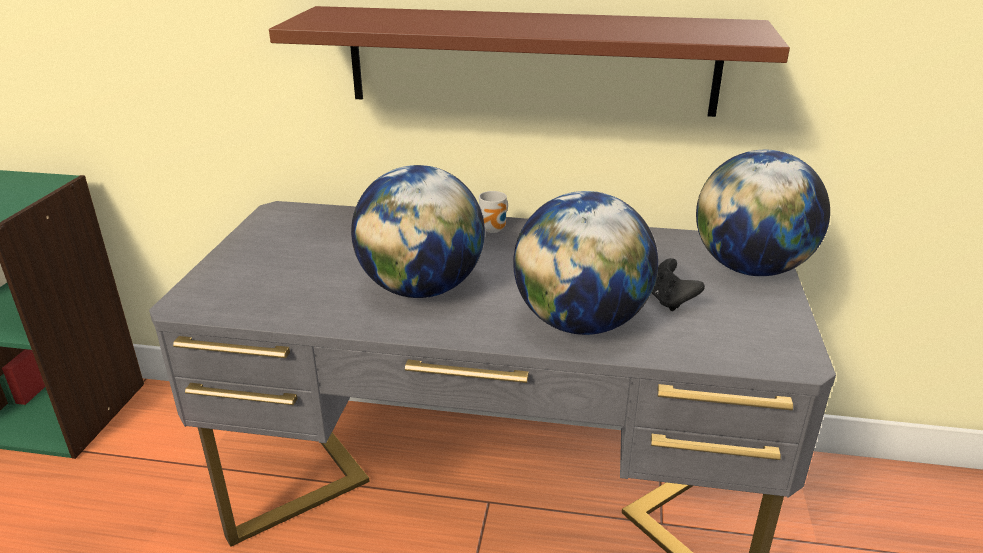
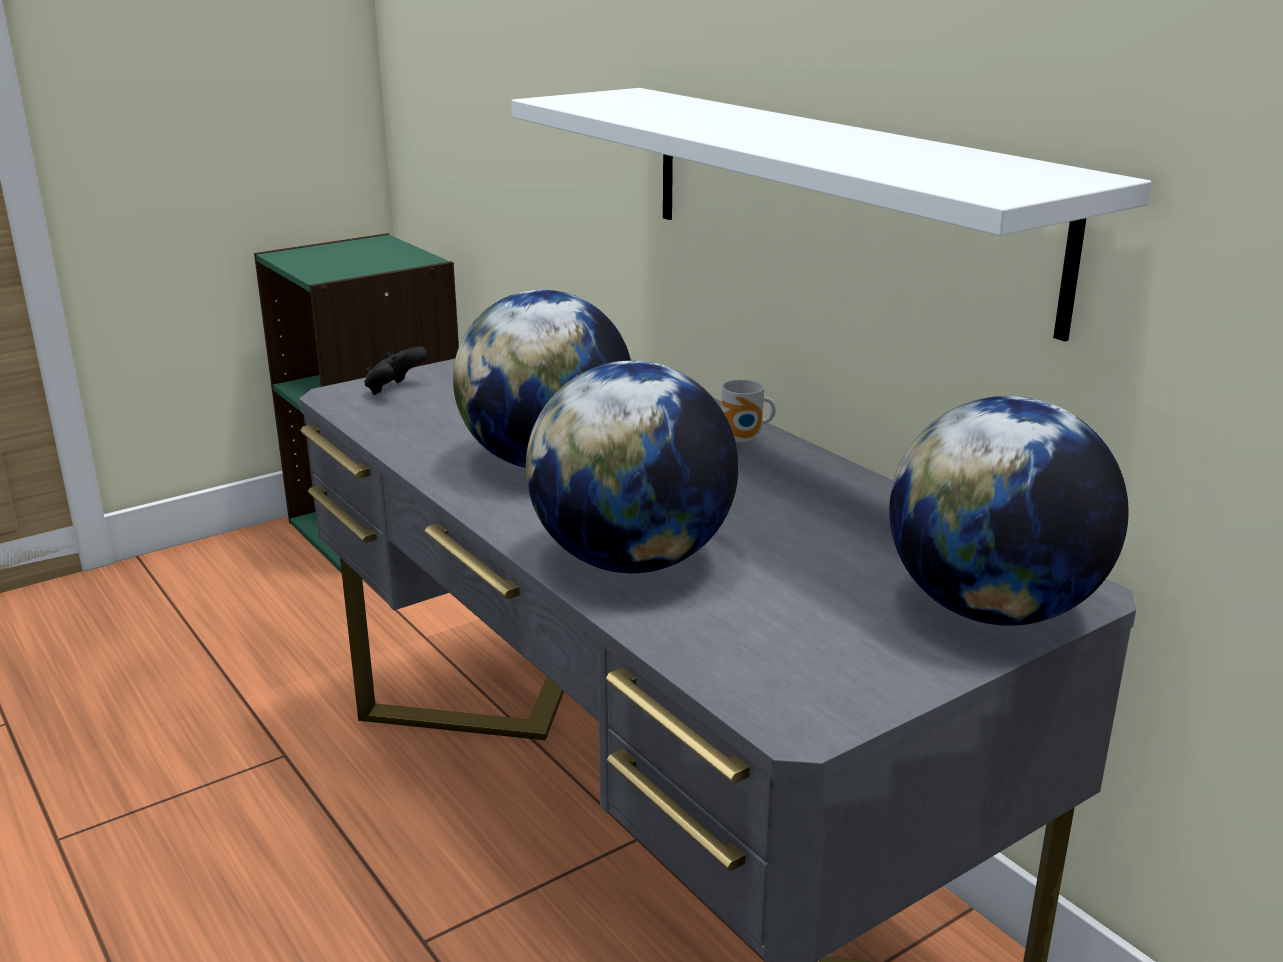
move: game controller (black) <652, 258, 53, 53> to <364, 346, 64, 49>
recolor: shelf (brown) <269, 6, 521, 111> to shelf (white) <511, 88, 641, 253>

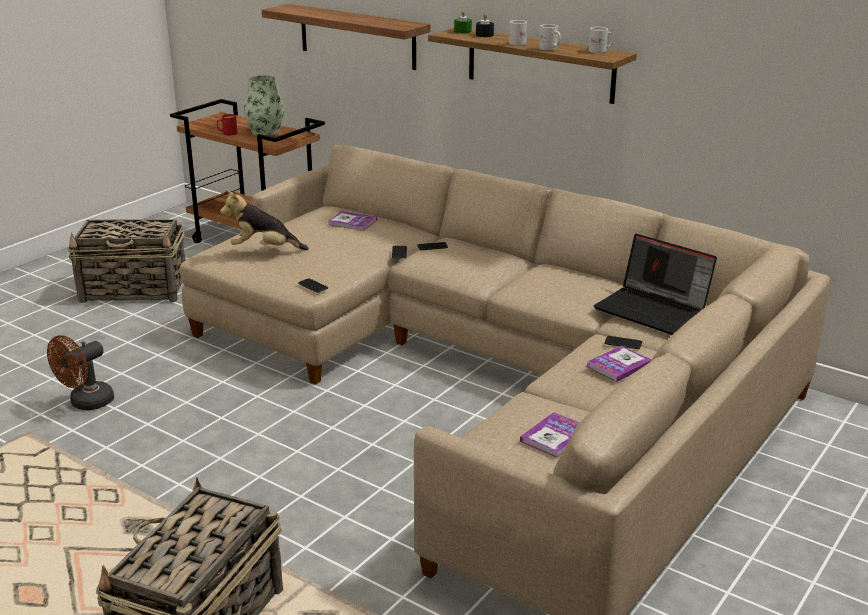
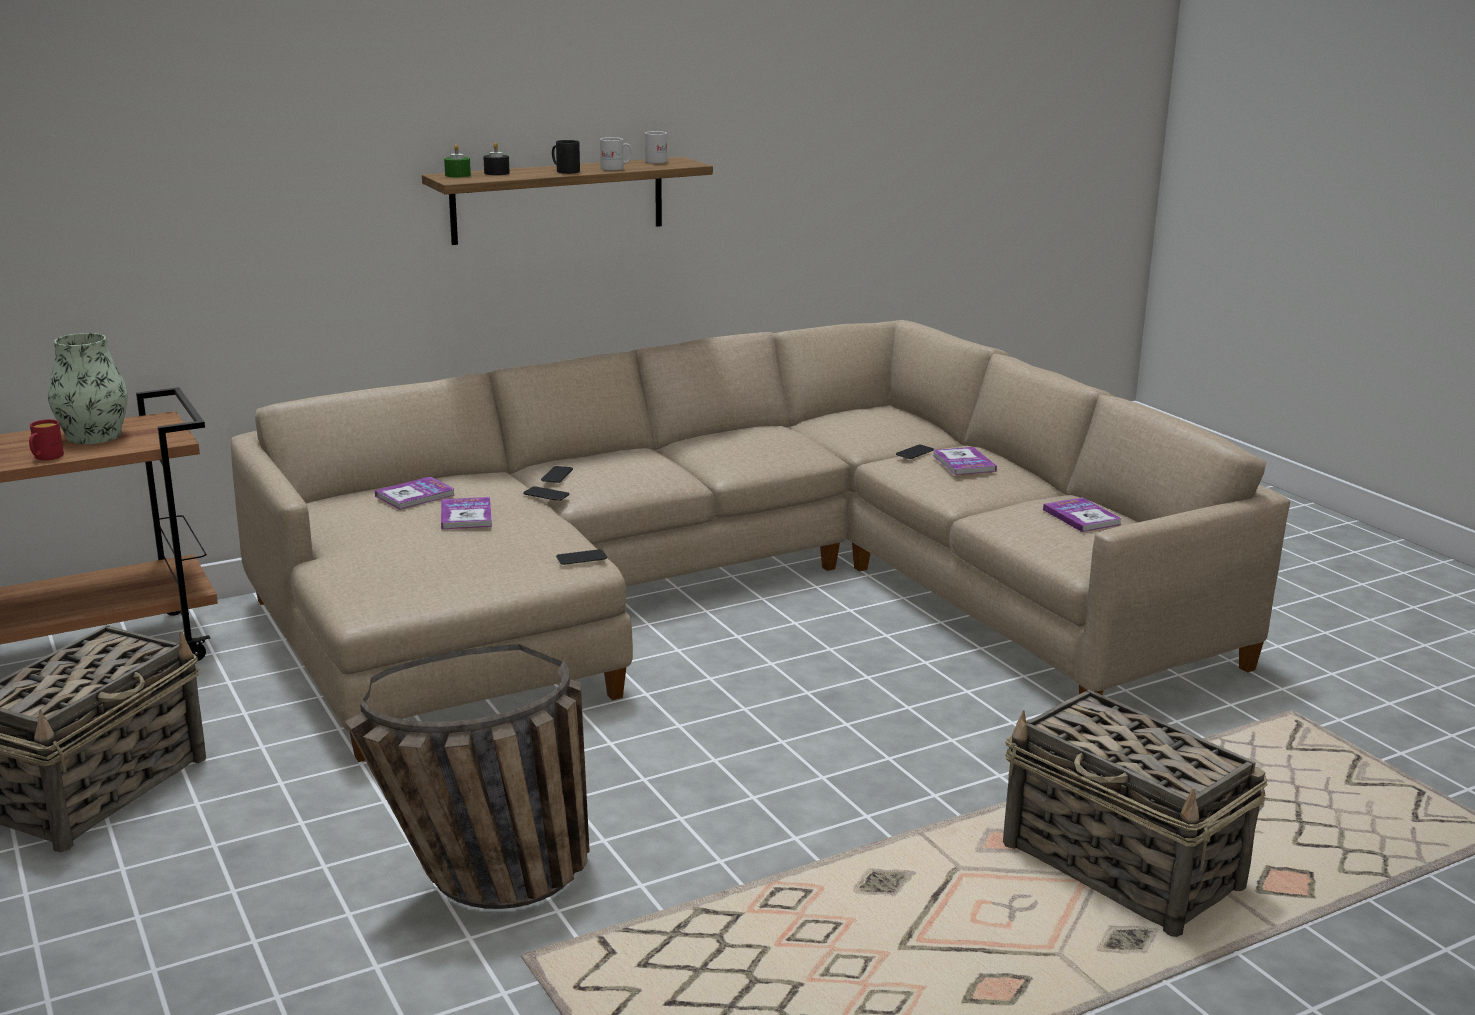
delete: plush toy <220, 190, 89, 60>; shelf <262, 4, 168, 66>; laptop <594, 234, 123, 101>
insert: book <441, 497, 51, 33>
replace: fan (brown) <47, 335, 67, 75> to basket <345, 644, 245, 265>
recolor: mug (white) <509, 20, 18, 26> to mug (black) <552, 140, 28, 34>

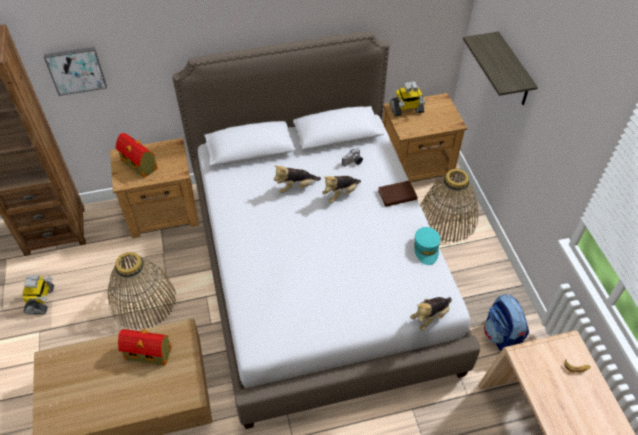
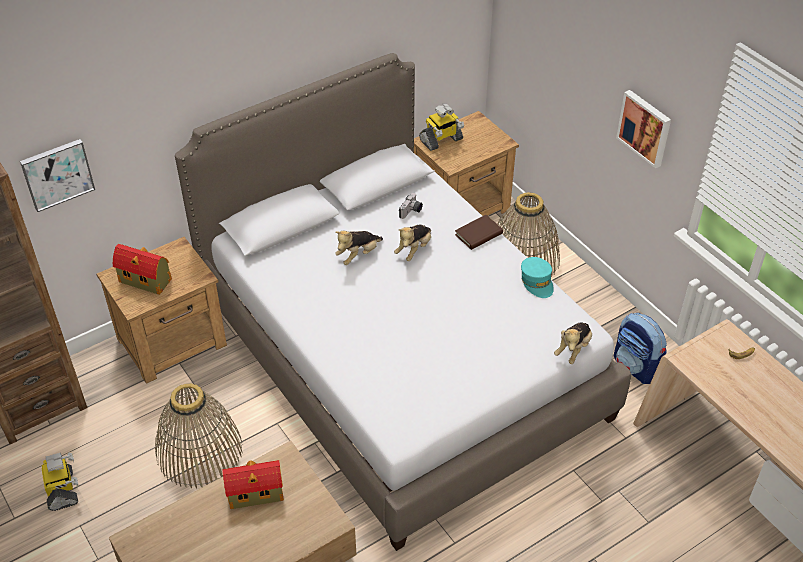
delete: shelf <463, 31, 75, 74>
insert: picture <616, 90, 55, 79>

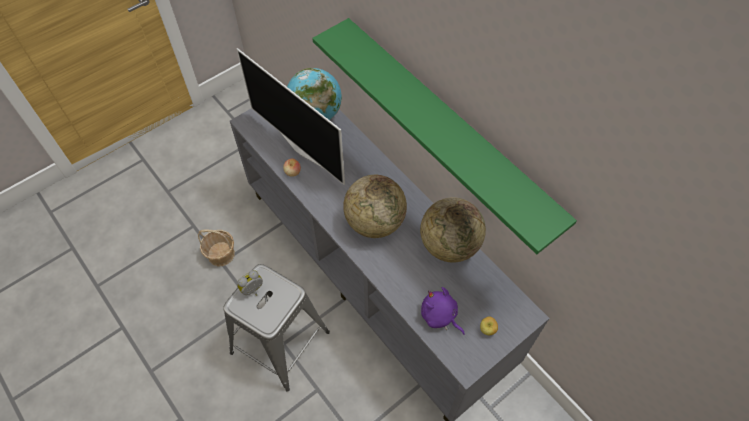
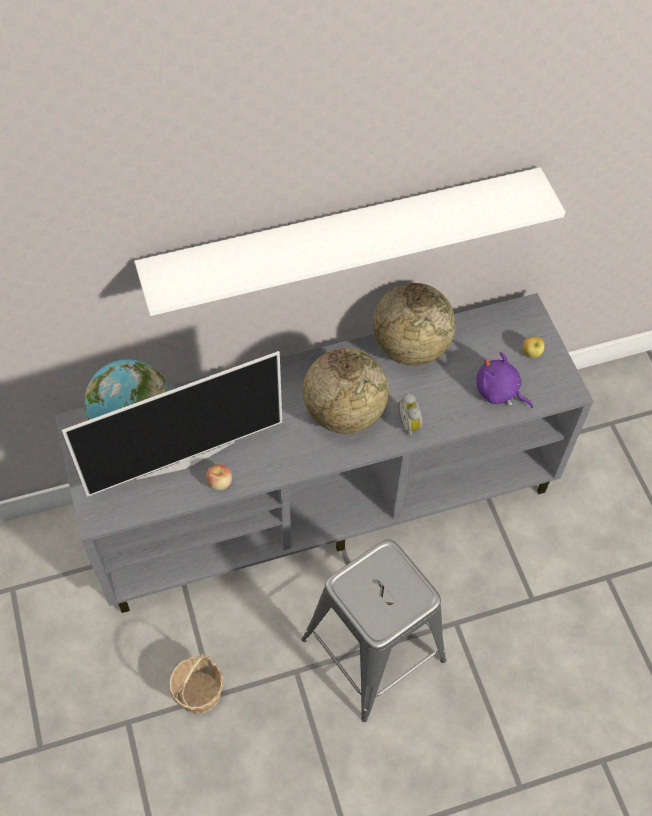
move: alarm clock <237, 270, 26, 26> to <398, 393, 24, 44>
recolor: shelf (green) <312, 18, 265, 236> to shelf (white) <135, 167, 430, 149>
rotate: plush toy (purple) <421, 287, 44, 48> = <476, 352, 57, 56> 60 degrees clockwise

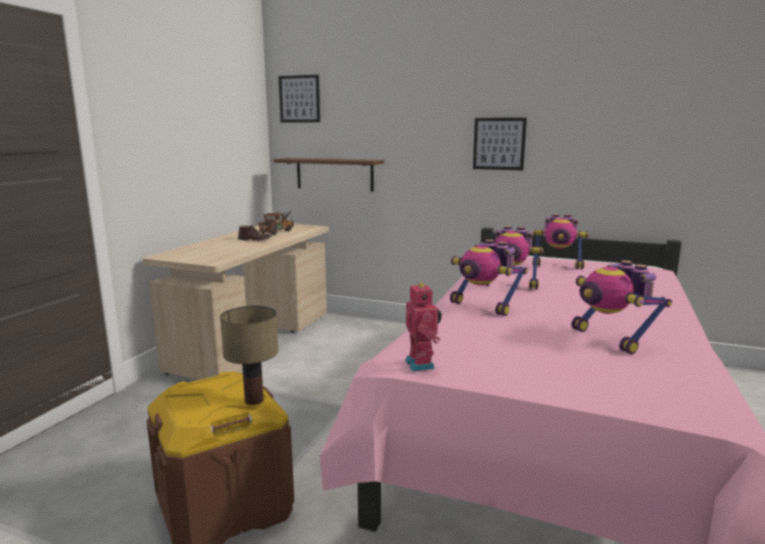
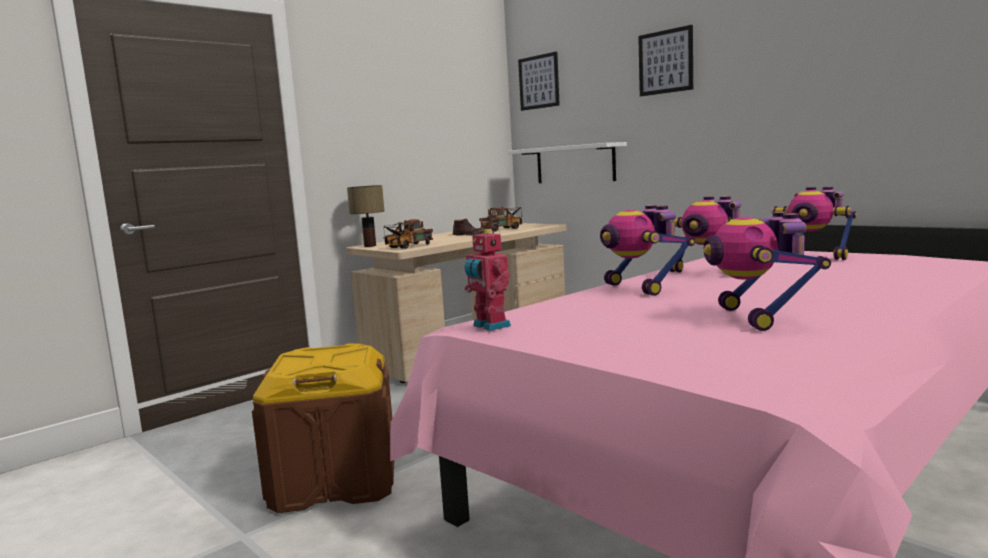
insert: toy truck <383, 219, 50, 30>
move: table lamp <220, 306, 59, 99> to <347, 185, 37, 62>; picture <473, 118, 54, 52> to <638, 25, 55, 71>
recolor: shelf (brown) <274, 158, 110, 33> to shelf (white) <508, 142, 119, 41>
rotate: toy robot <405, 282, 37, 89> = <465, 229, 46, 102> 135 degrees clockwise

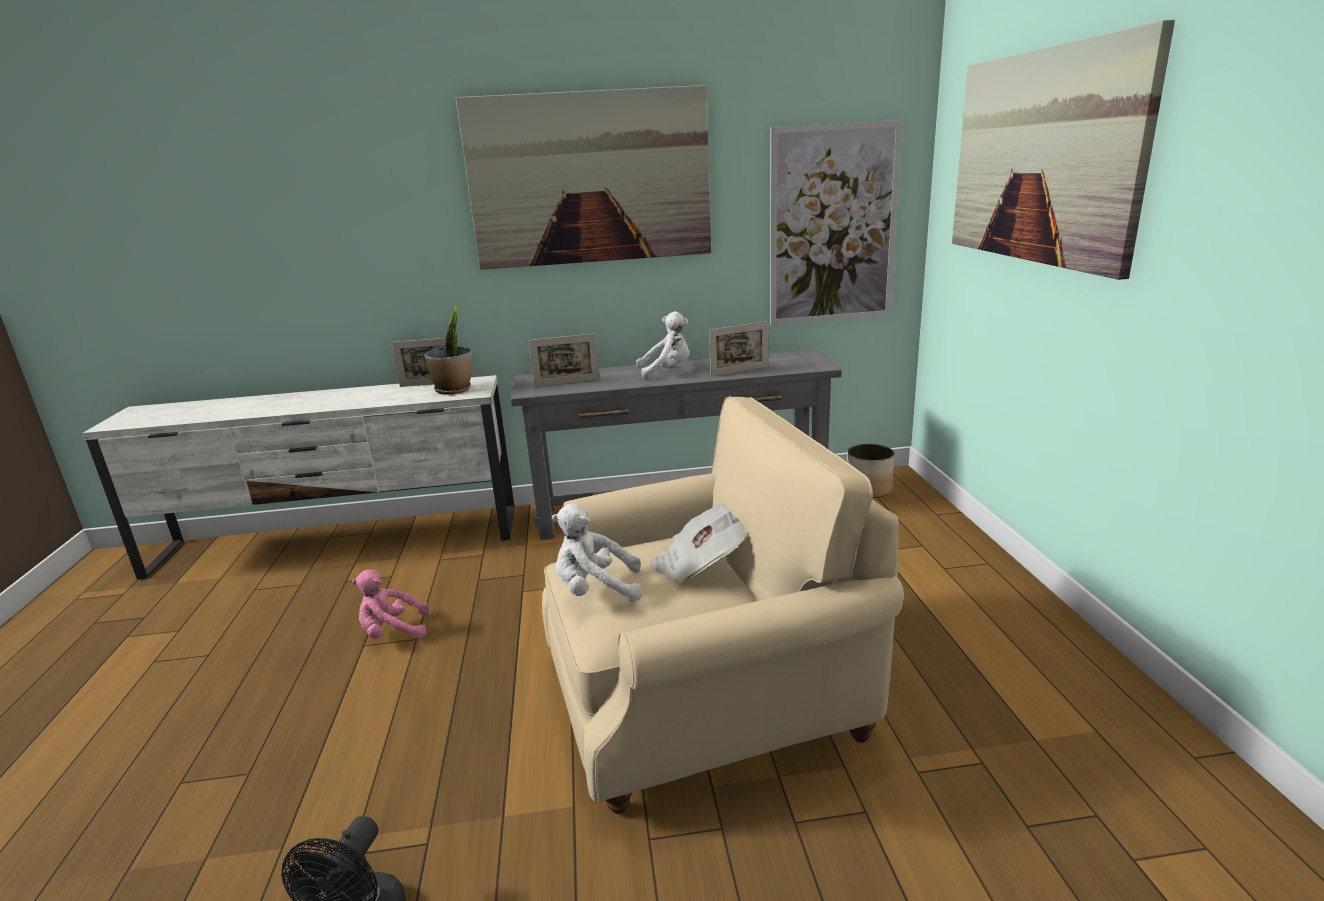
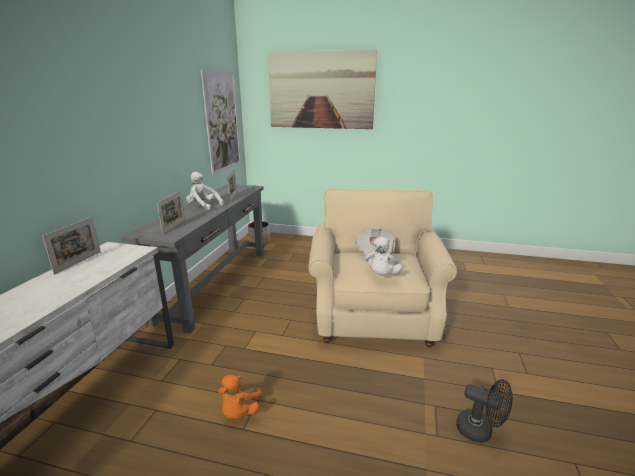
delete: potted plant <425, 305, 47, 90>; picture <456, 85, 255, 185>
recolor: plush toy (pink) <352, 570, 77, 69> to plush toy (orange) <219, 375, 44, 44>
rotate: plush toy (white) <636, 311, 54, 68> = <186, 172, 38, 39> 75 degrees counterclockwise

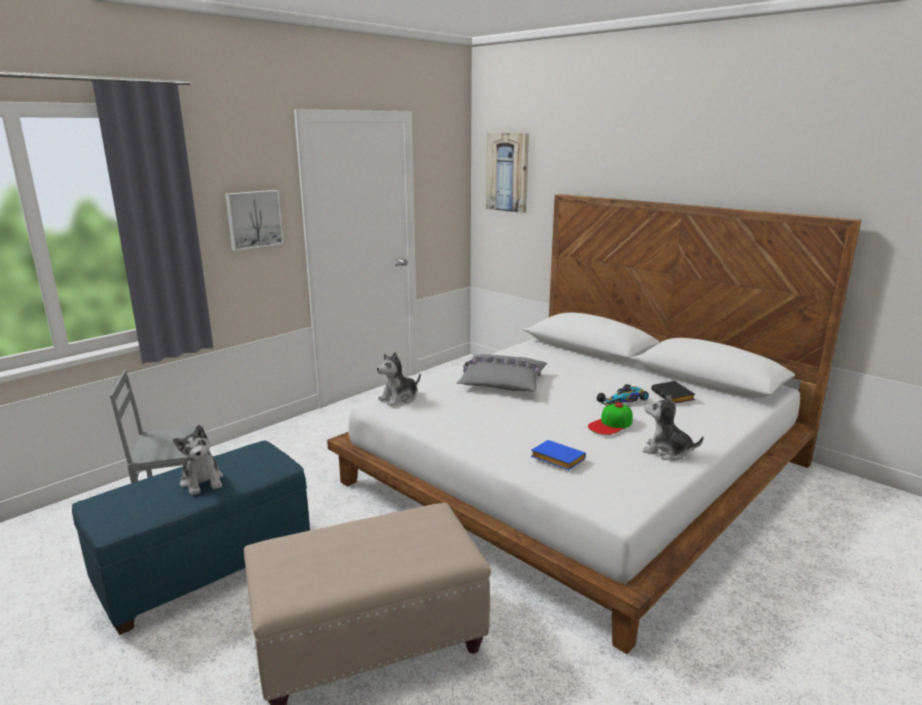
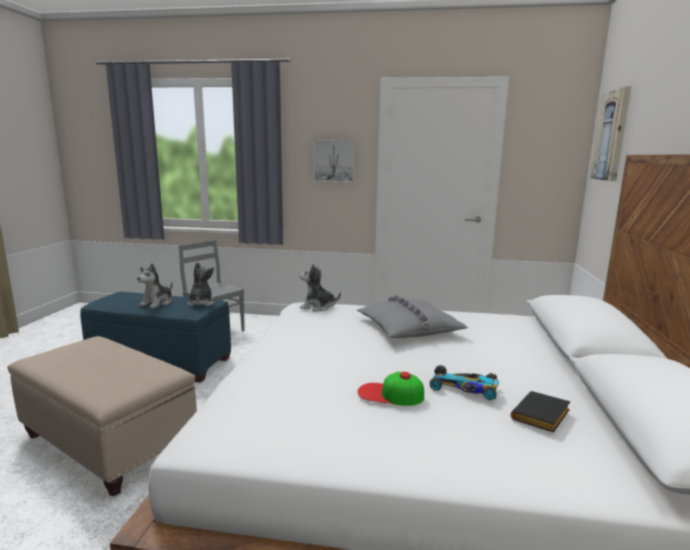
delete: book (blue) <531, 440, 55, 30>
move: plush toy <643, 395, 61, 66> to <188, 262, 27, 45>

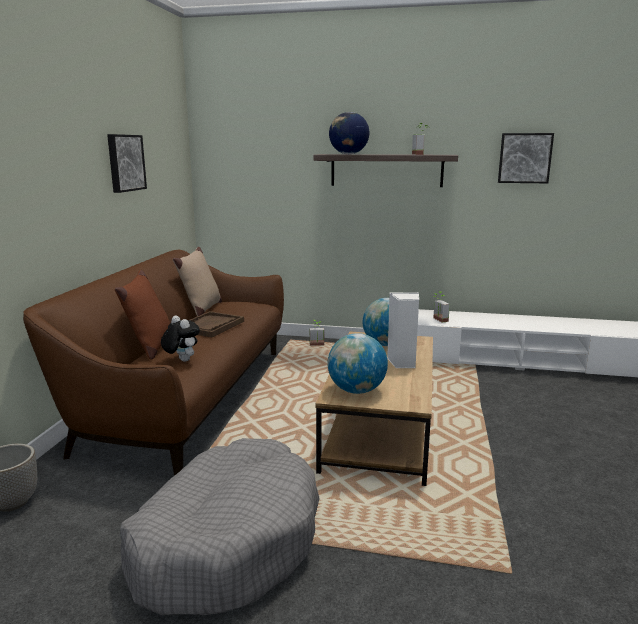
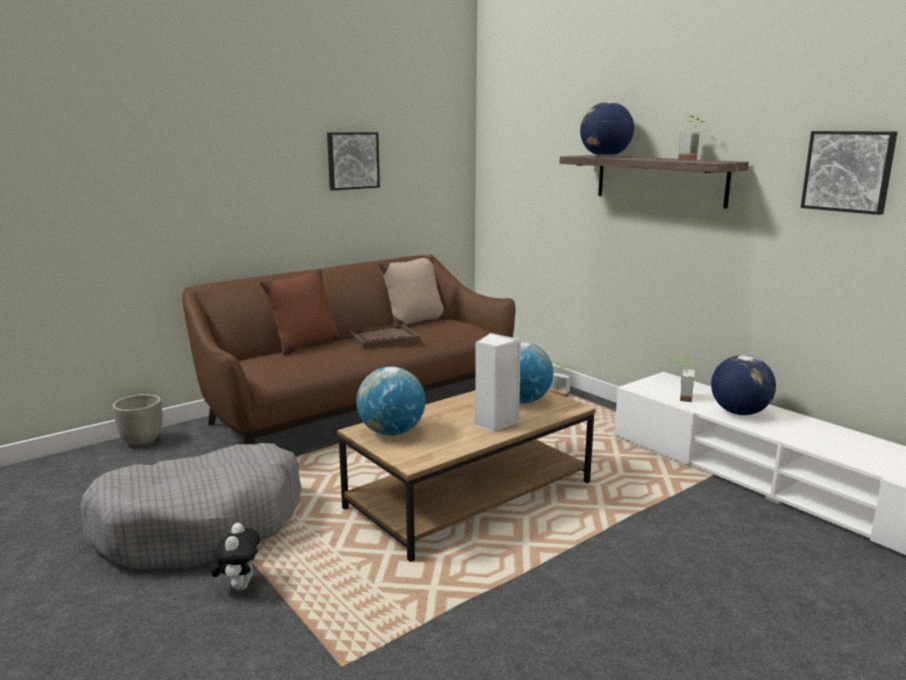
insert: globe <711, 355, 65, 60>
move: plush toy <161, 316, 39, 46> to <211, 523, 49, 68>

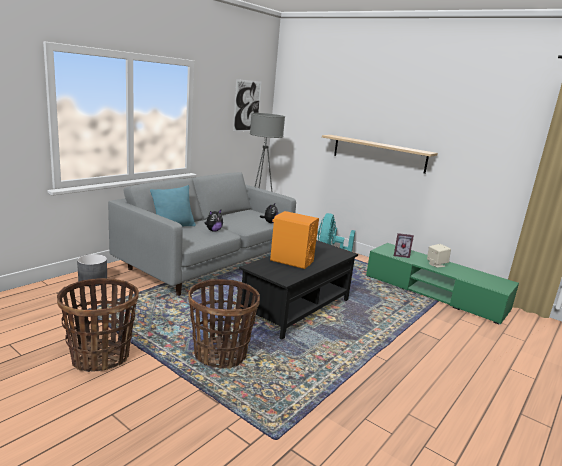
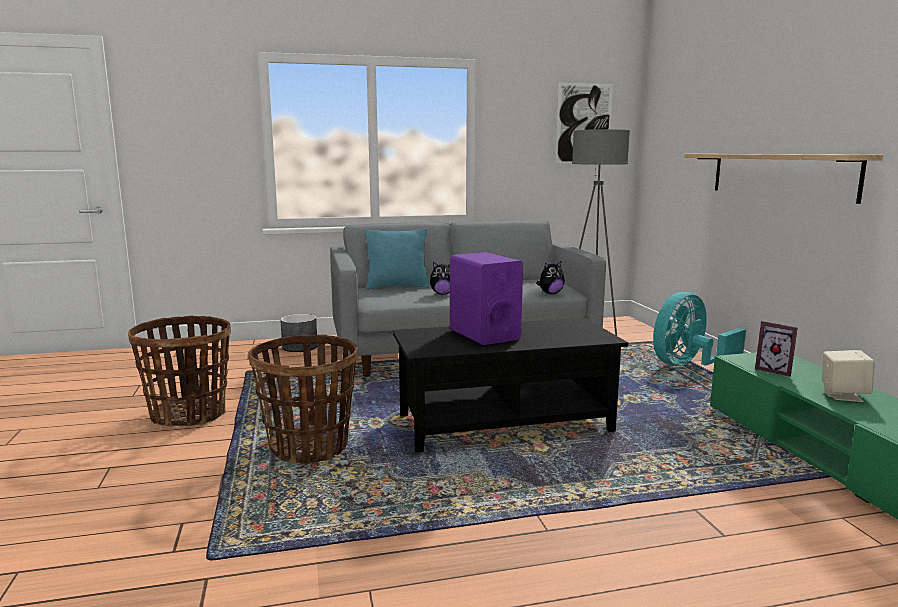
recolor: speaker (orange) <270, 211, 49, 58> to speaker (purple) <450, 252, 73, 93>

